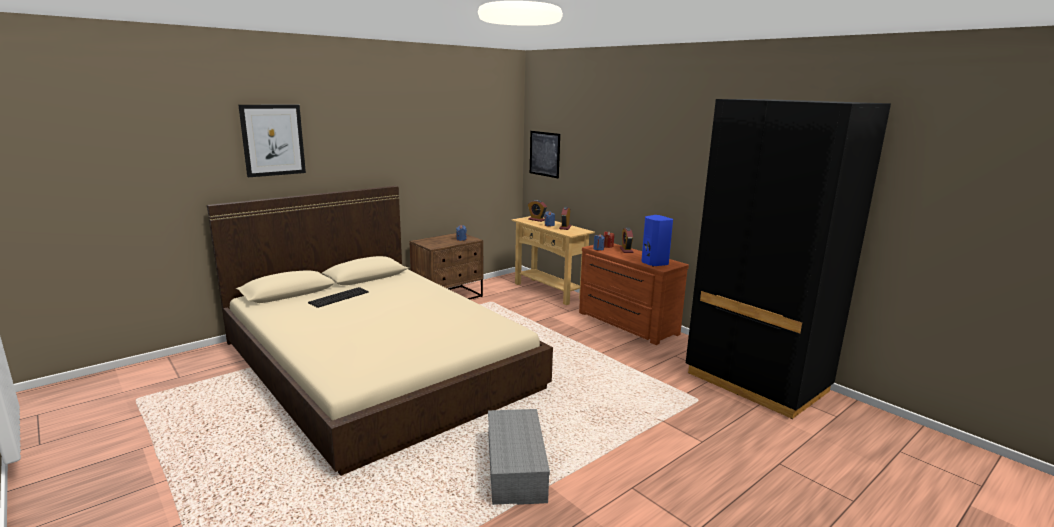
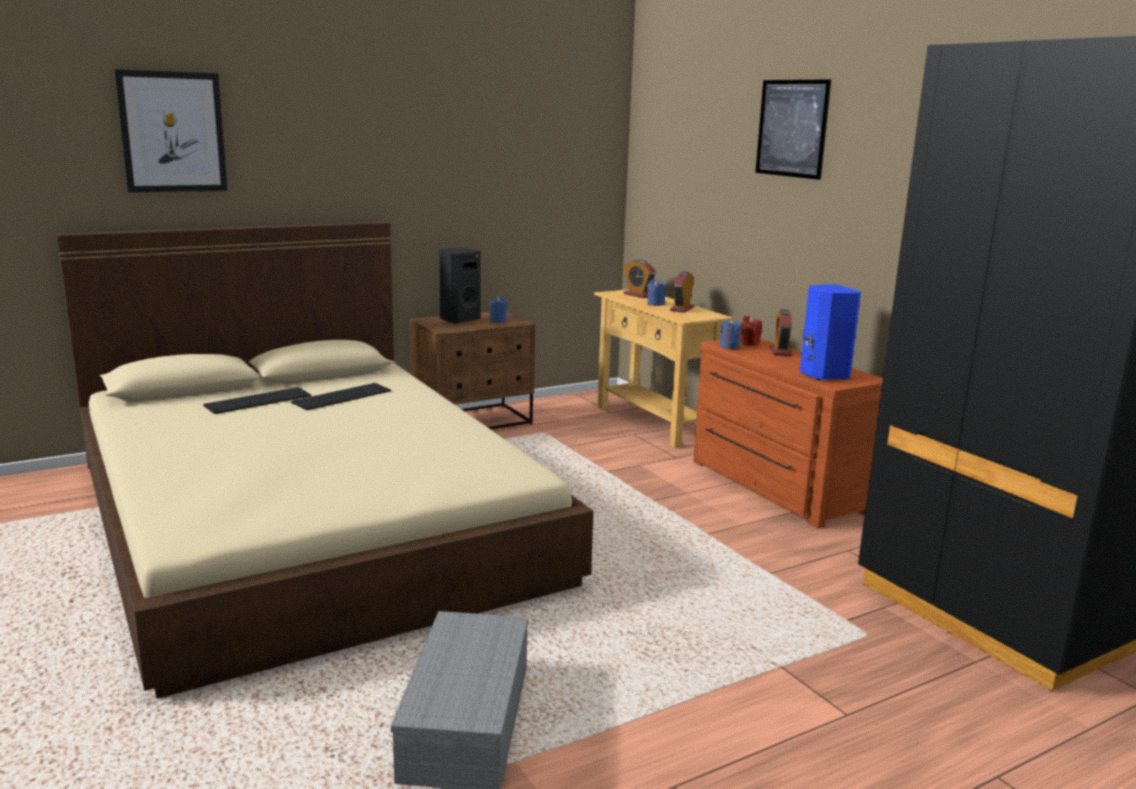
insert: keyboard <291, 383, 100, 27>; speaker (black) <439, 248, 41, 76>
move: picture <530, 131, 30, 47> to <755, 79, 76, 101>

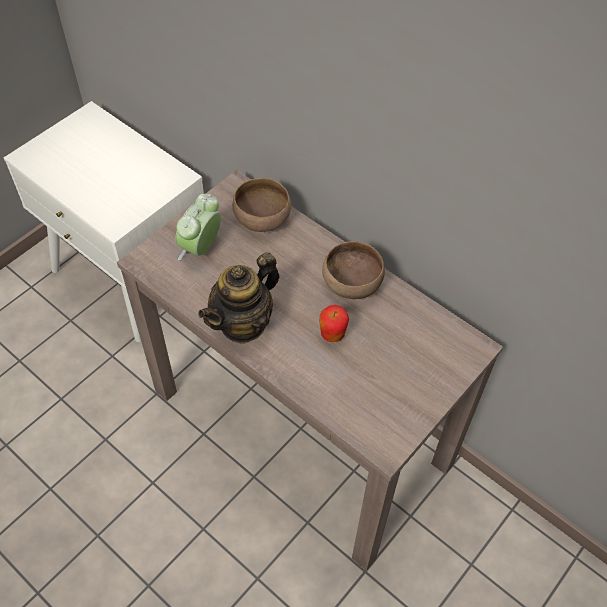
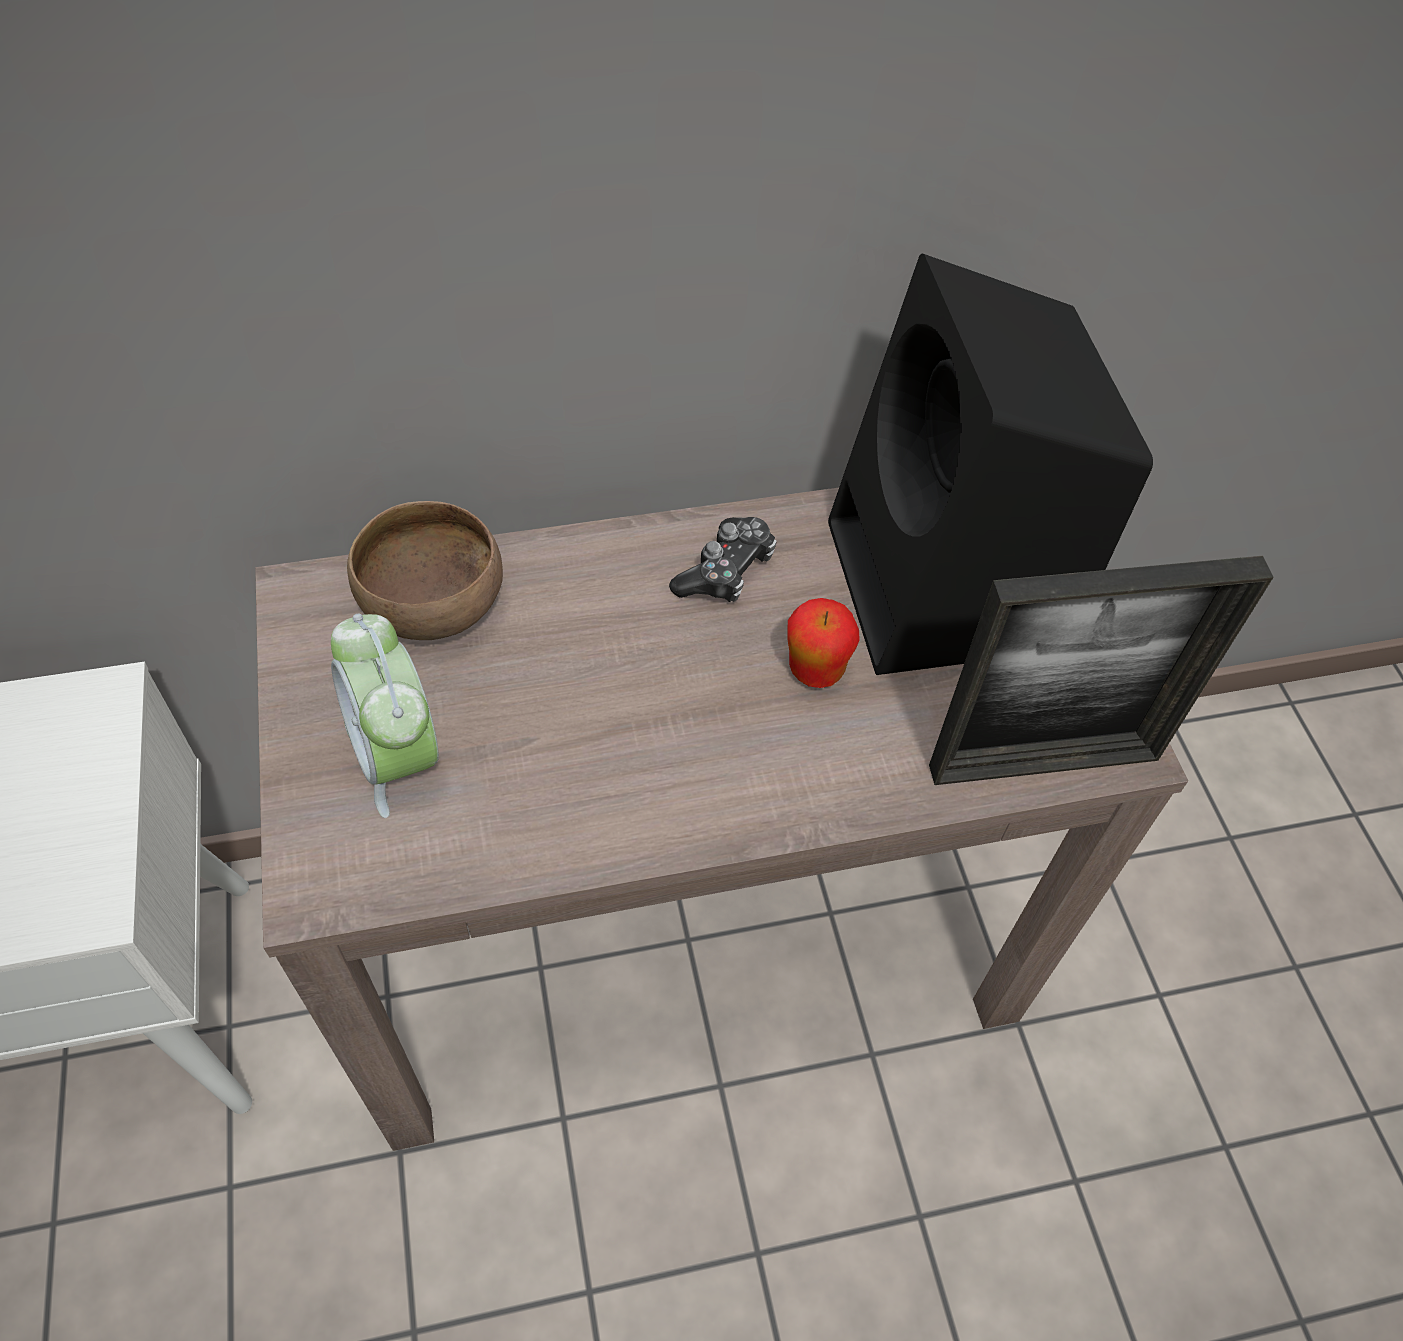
delete: teapot <198, 252, 82, 92>
insert: speaker (black) <828, 253, 325, 422>; picture frame <929, 556, 345, 229>
replace: bowl (brown) <322, 241, 63, 58> to game controller <669, 517, 108, 85>

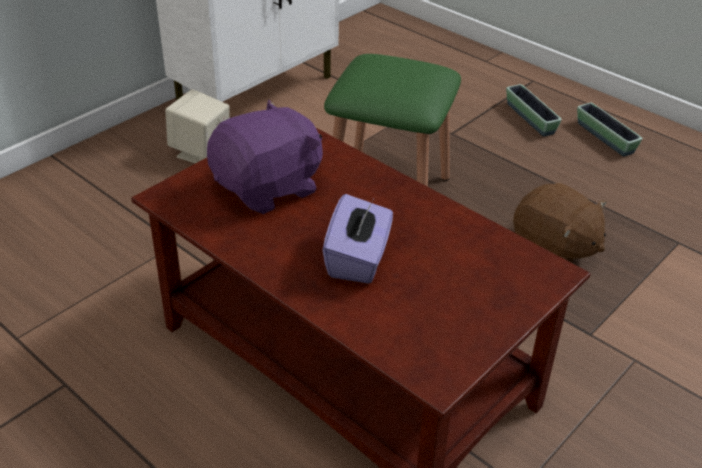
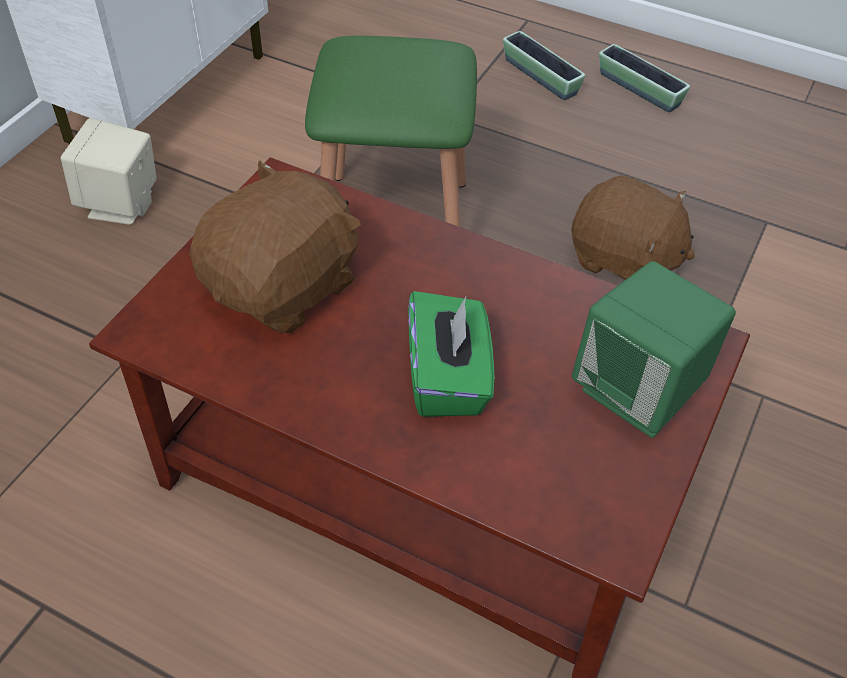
insert: speaker (green) <572, 261, 164, 177>
recolor: plush toy (purple) <207, 100, 116, 114> to plush toy (brown) <190, 160, 171, 173>; tissue box (purple) <323, 194, 70, 90> to tissue box (green) <408, 291, 87, 126>

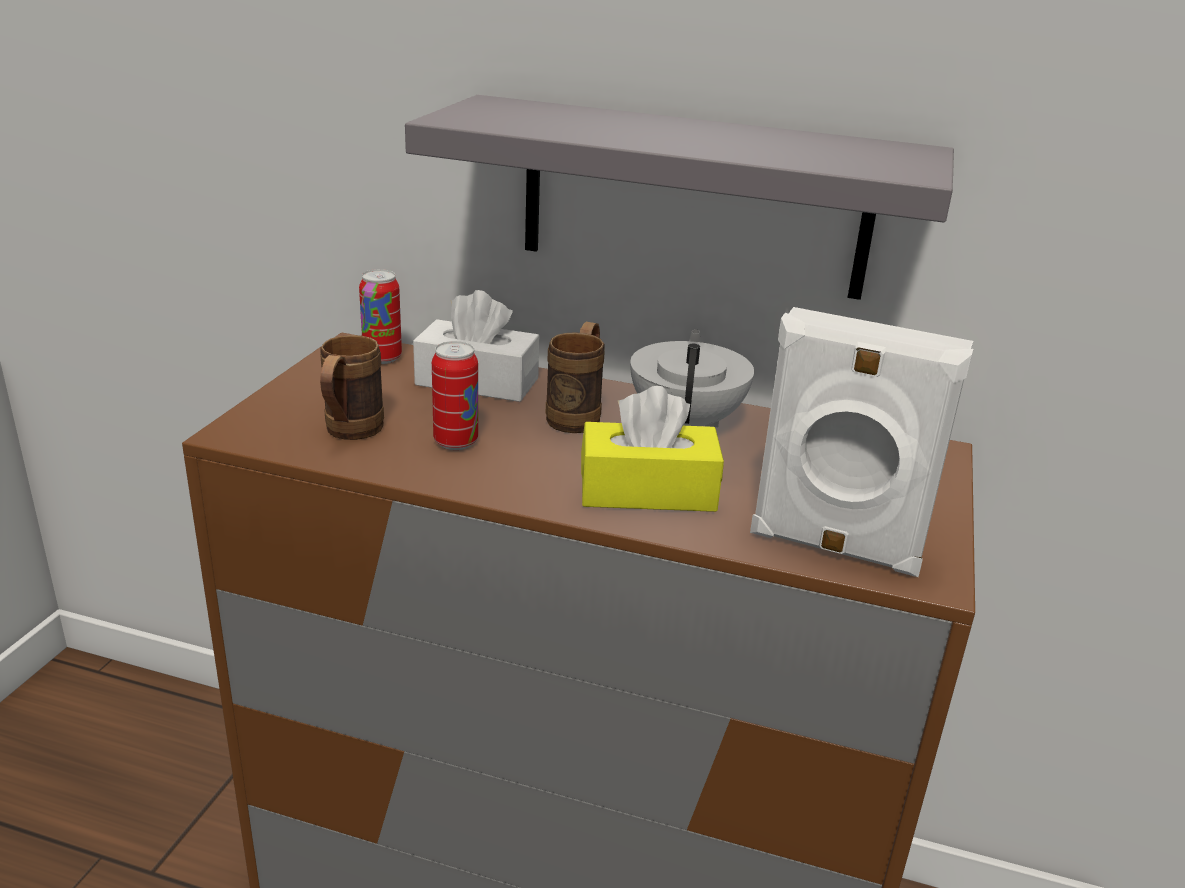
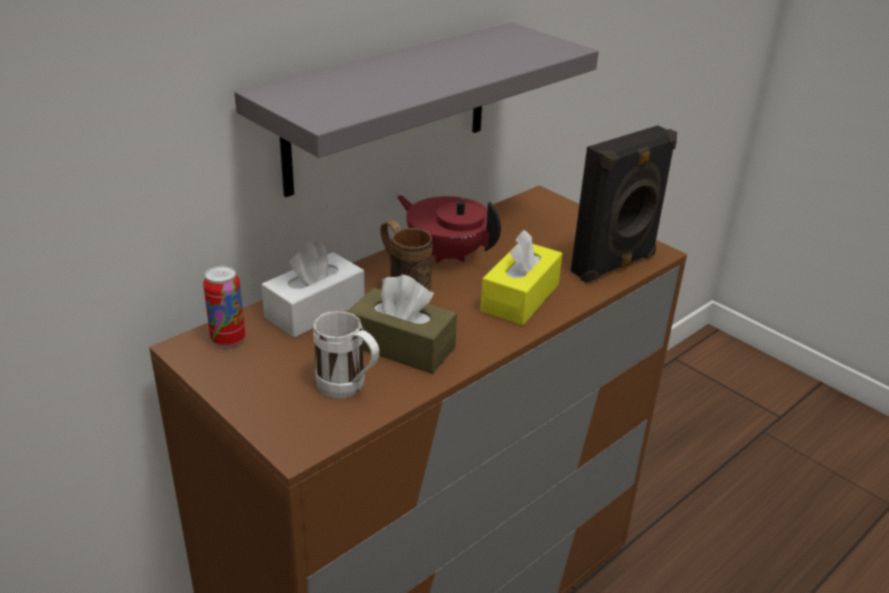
replace: can <432, 341, 46, 109> to tissue box (brown) <347, 275, 110, 99>
recolor: mug (brown) <320, 335, 64, 105> to mug (white) <313, 310, 66, 89>; teapot (white) <630, 329, 124, 98> to teapot (red) <397, 195, 104, 68>; speaker (white) <750, 307, 223, 270> to speaker (black) <571, 125, 106, 158>

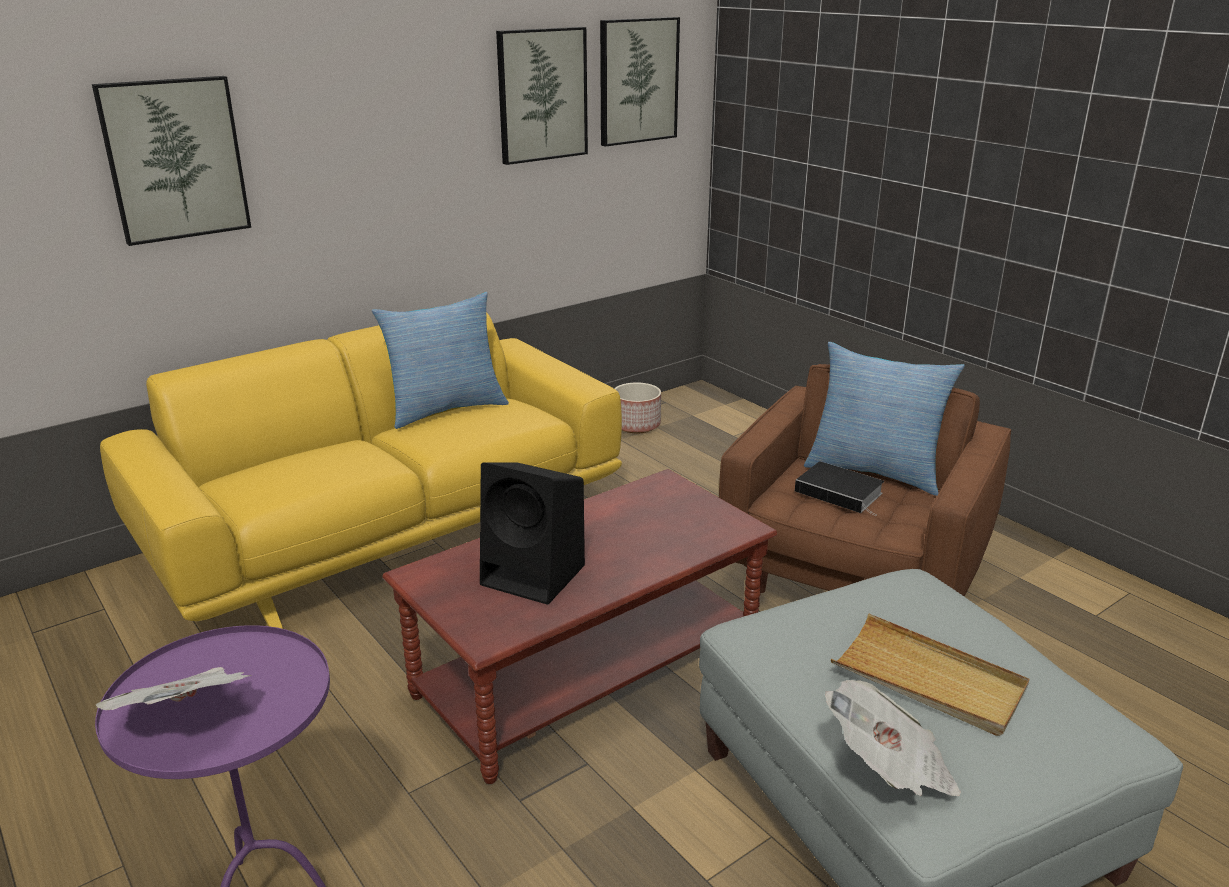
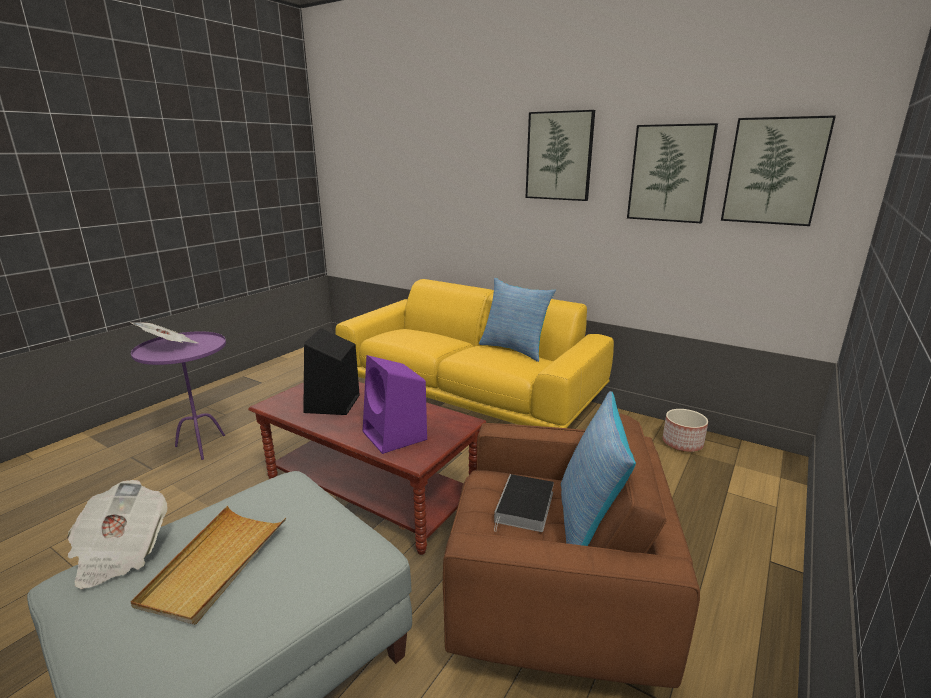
insert: speaker (purple) <363, 355, 64, 99>
move: picture <92, 76, 159, 170> to <525, 110, 70, 91>

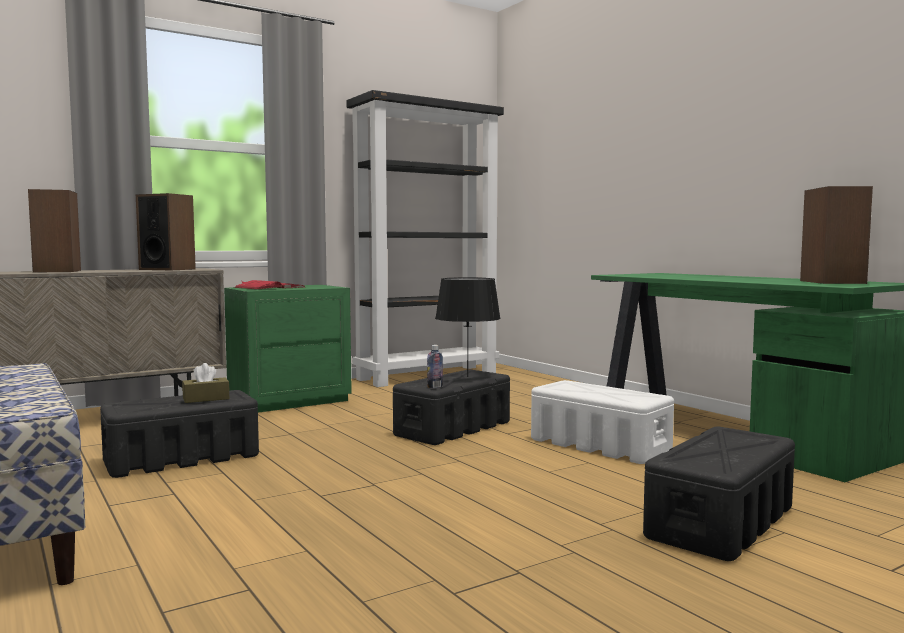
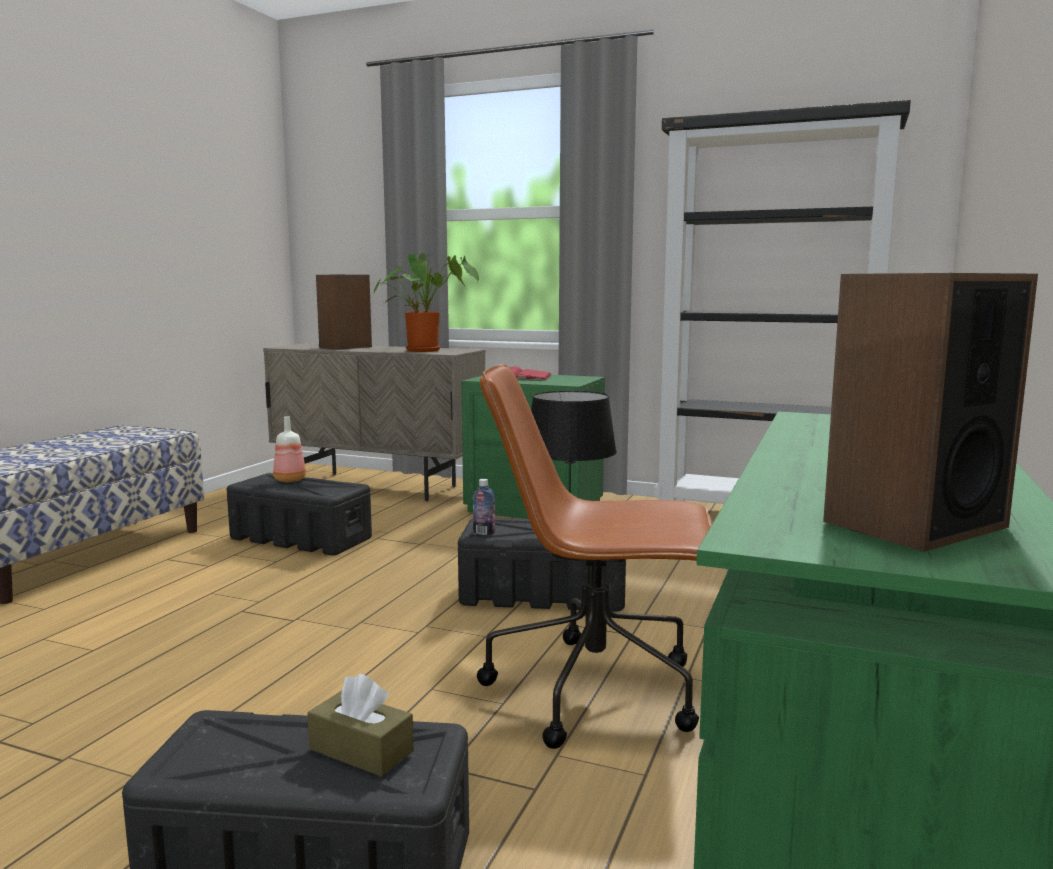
insert: bottle <273, 416, 33, 66>
move: tissue box (brown) <182, 363, 48, 40> to <307, 674, 107, 103>
replace: speaker <136, 193, 60, 77> to potted plant <374, 253, 105, 99>; storage box (white) <531, 380, 143, 84> to office chair (brown) <477, 364, 235, 385>

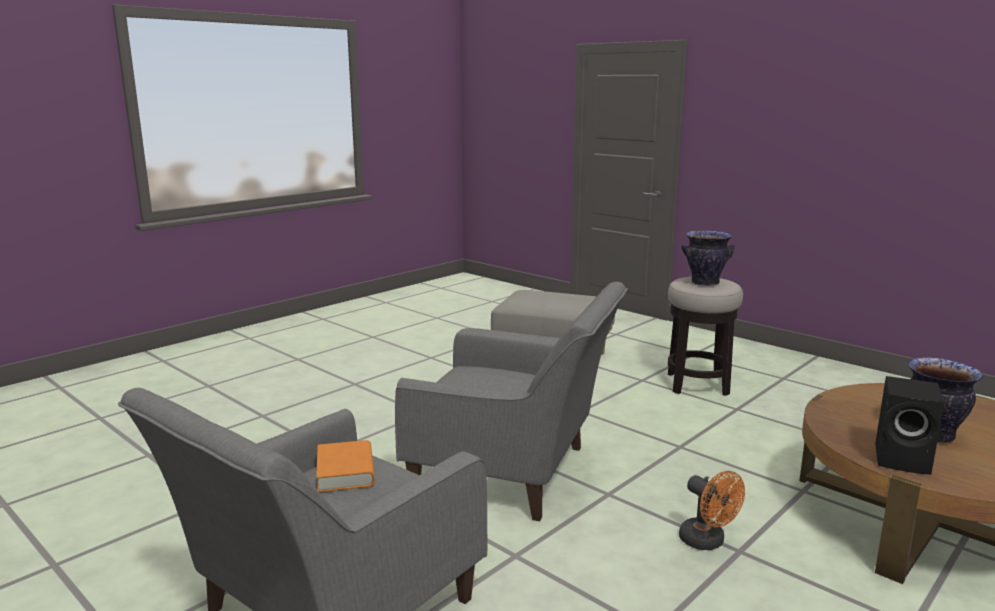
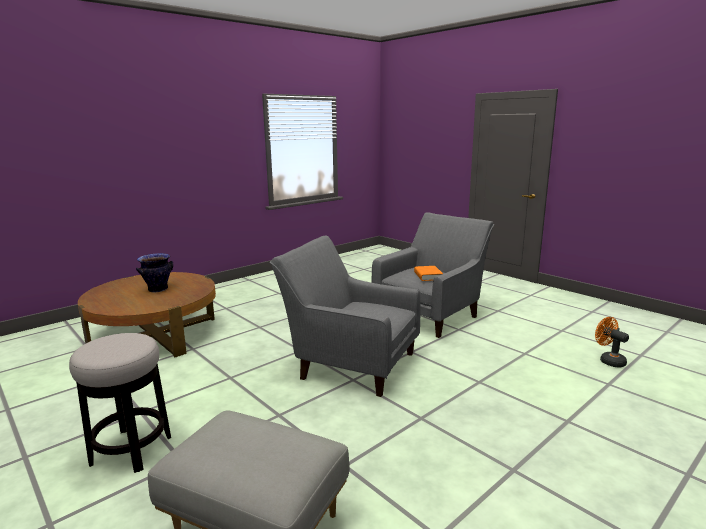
delete: vase <682, 230, 53, 56>; speaker (black) <875, 376, 70, 99>
move: fan (orange) <679, 471, 66, 79> to <595, 317, 34, 50>

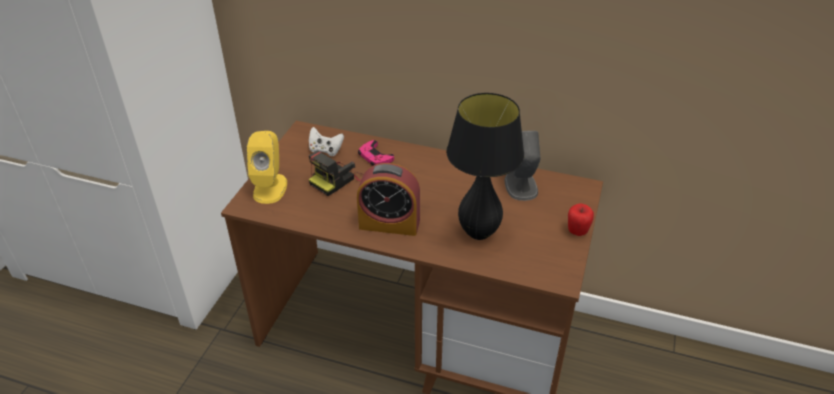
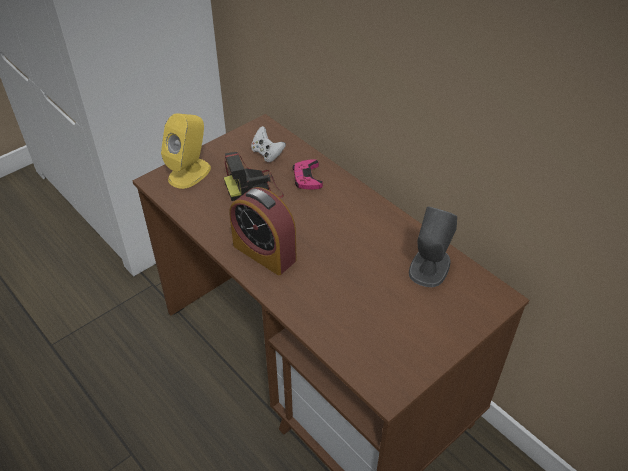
delete: table lamp (black) <446, 93, 78, 147>; apple <568, 203, 26, 33>

